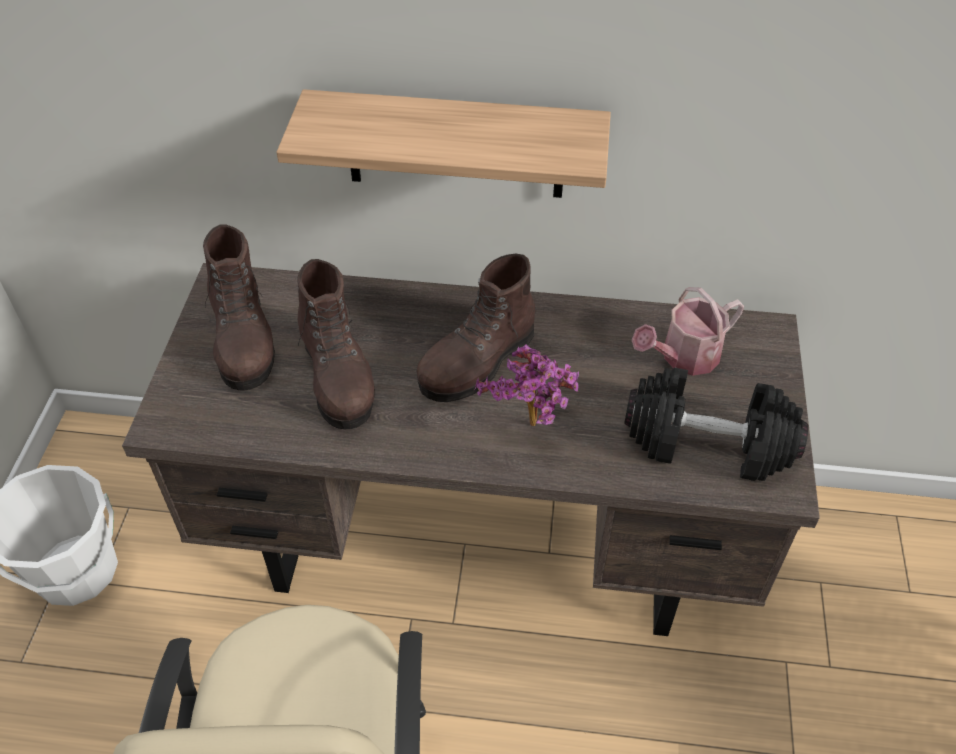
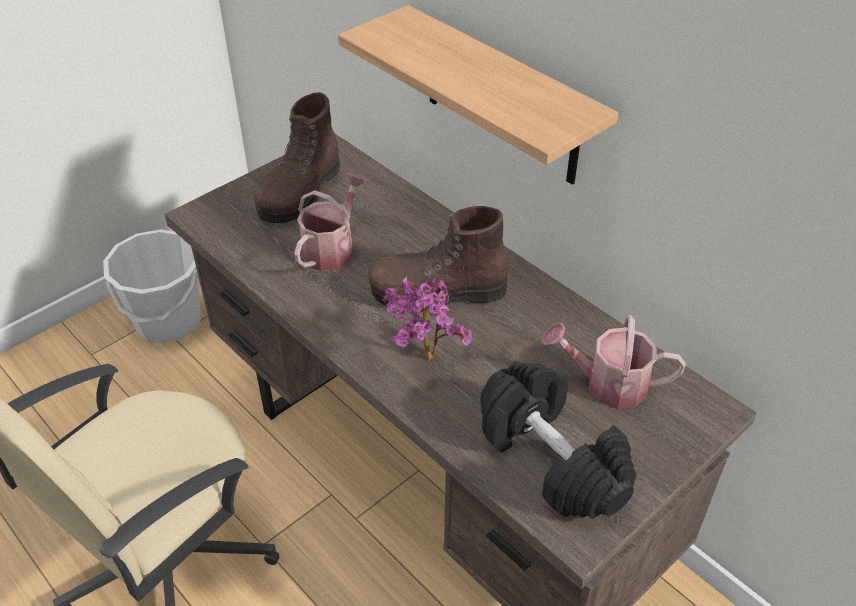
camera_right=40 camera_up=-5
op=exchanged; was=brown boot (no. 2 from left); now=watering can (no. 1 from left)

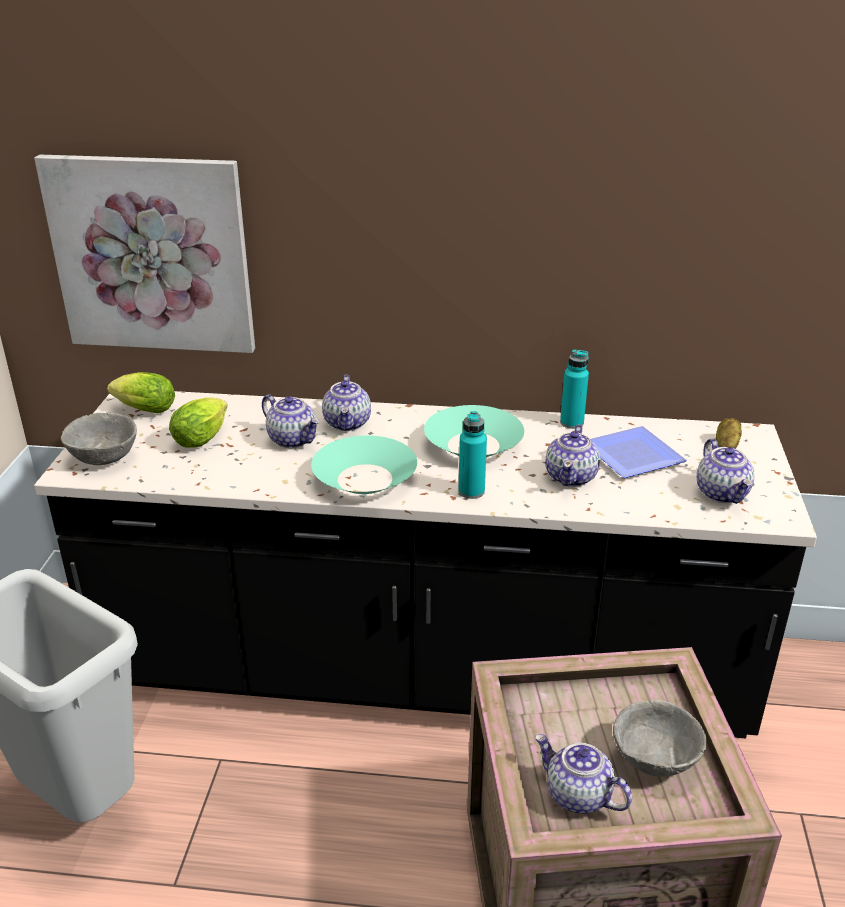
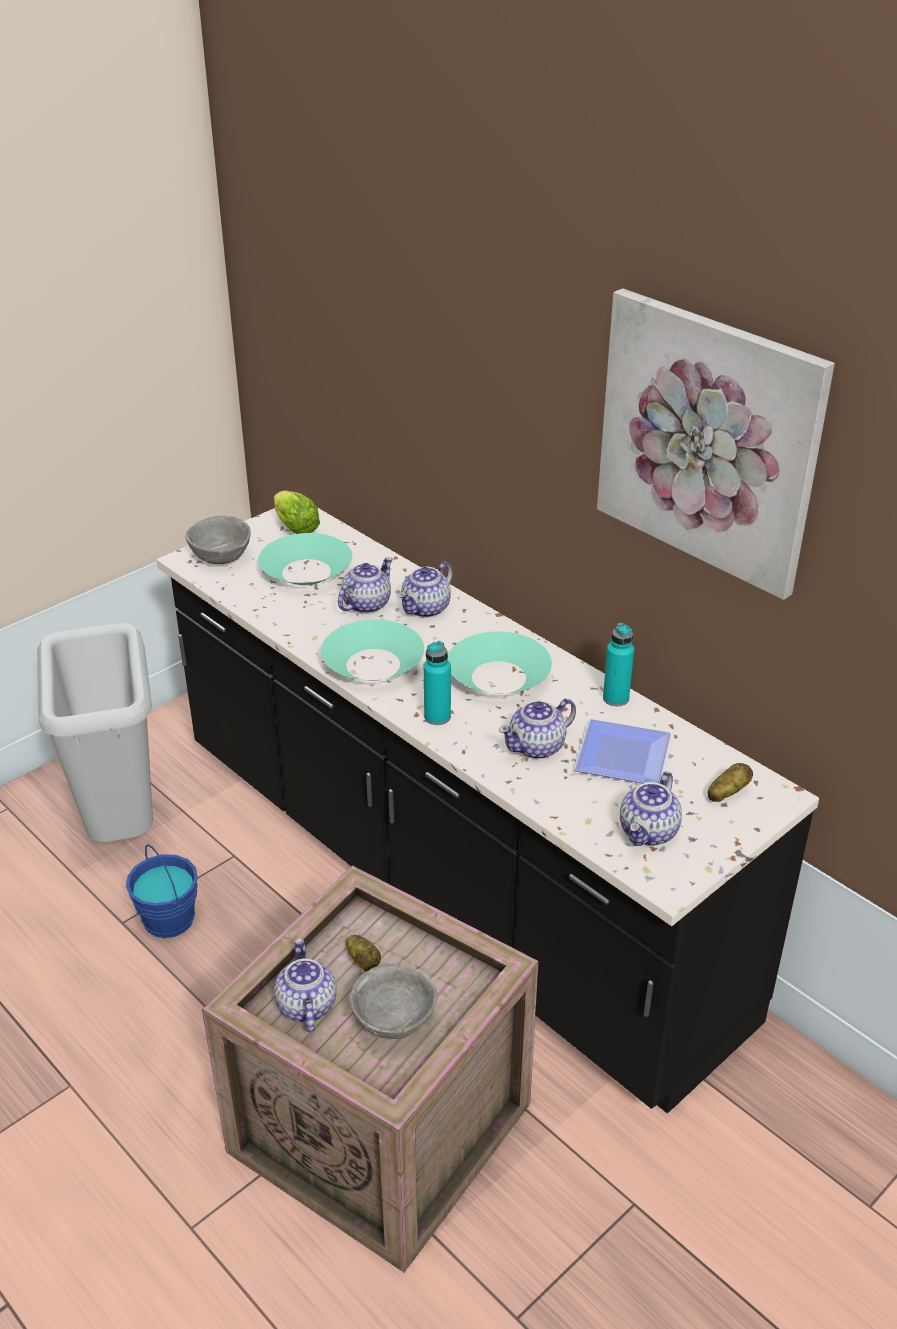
camera_right=40 camera_up=5
op=relocated; was=picture
op=exchanged; was=lettuce (no. 2 from left); now=turquoise bowl (no. 1 from left)
op=spun; was=teapot (no. 1 from left in the first image); clockwise=-135
op=appeared; now=blue bucket
op=appeared; now=potato (no. 1 from left)

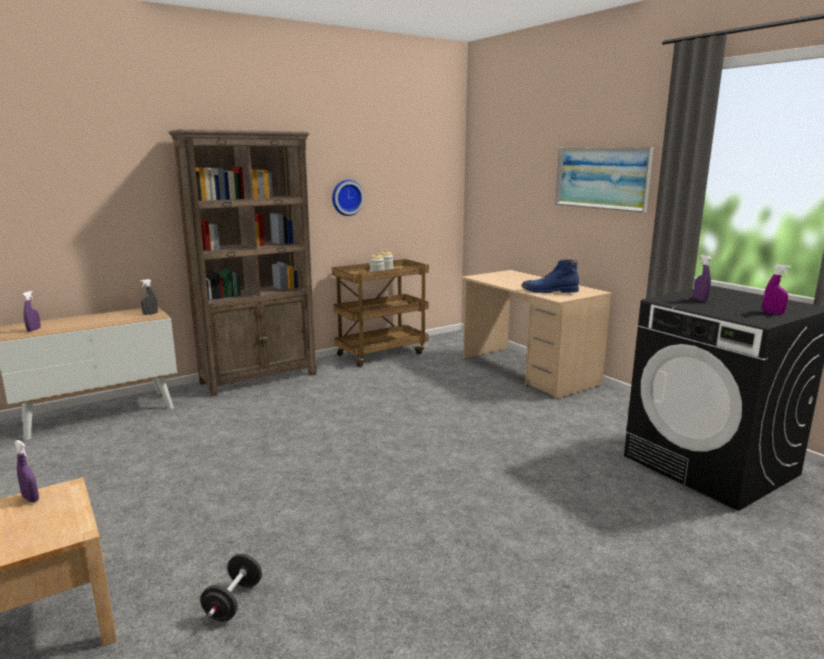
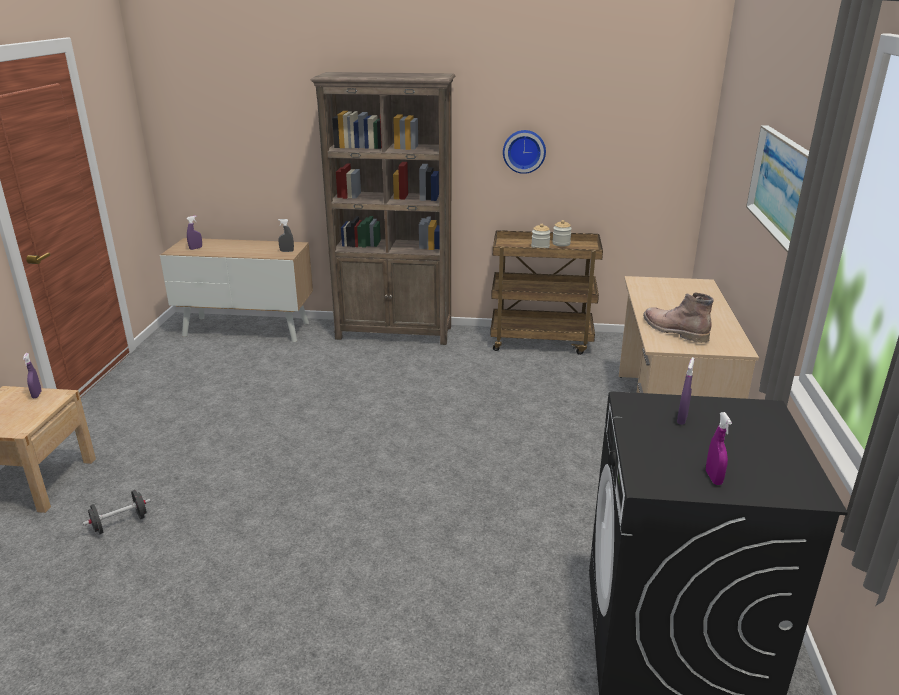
camera_right=40 camera_up=10
op=colour; was=blue boot; now=brown boot

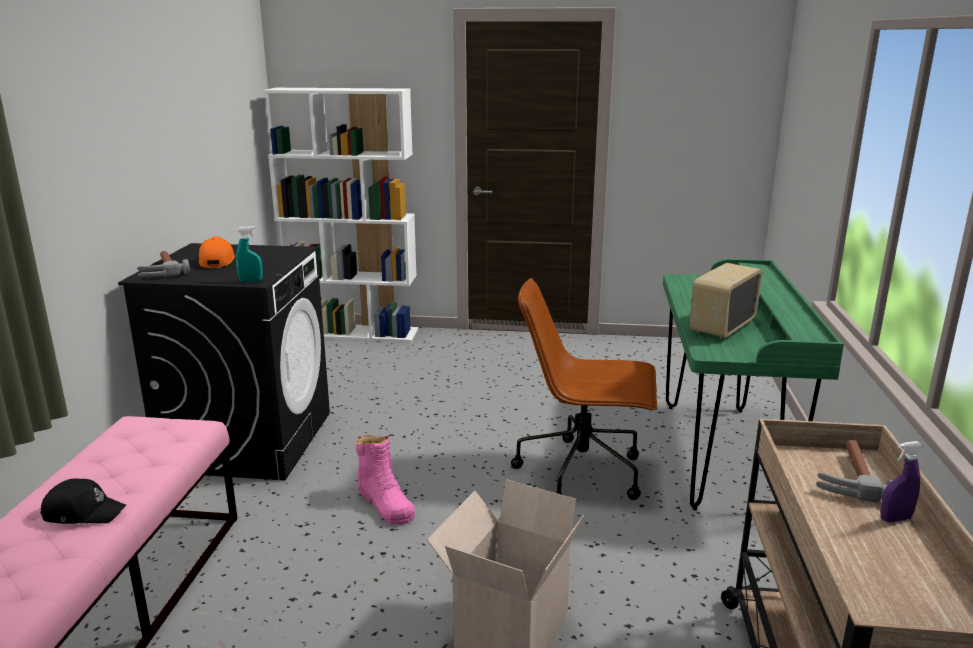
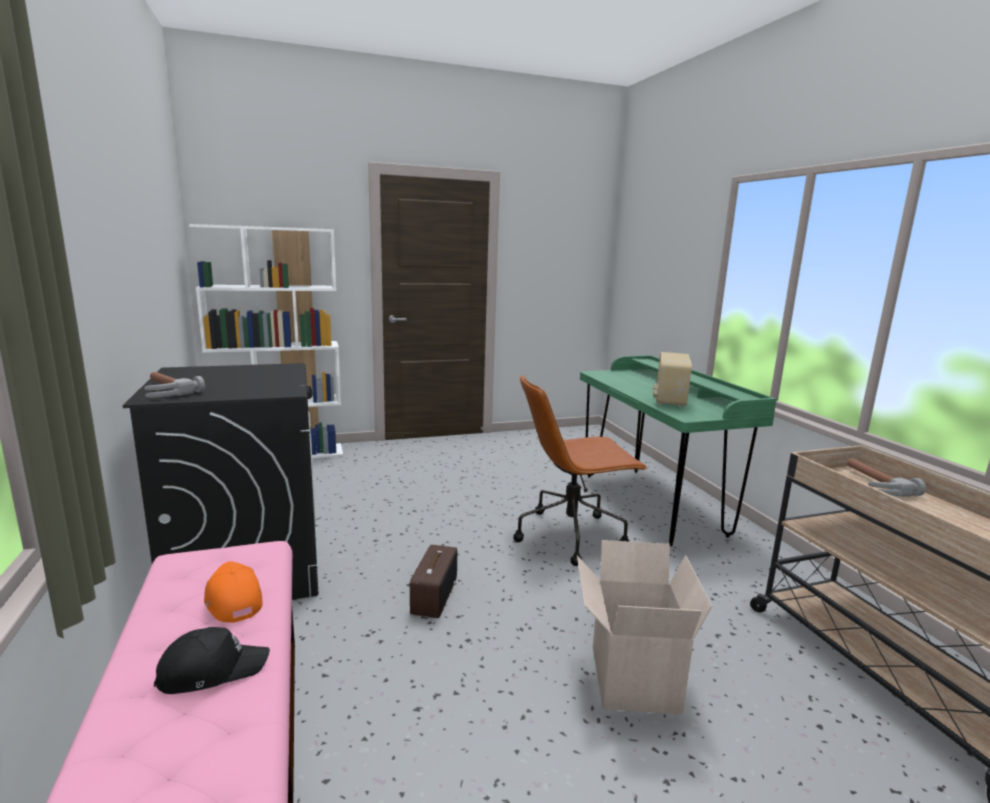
camera_right=-25 camera_up=-5
op=relocated; was=orange cap
op=missing; was=turquoise spray bottle
op=exchanged; was=pink boot; now=radio (no. 1 from left)
op=missing; was=purple spray bottle

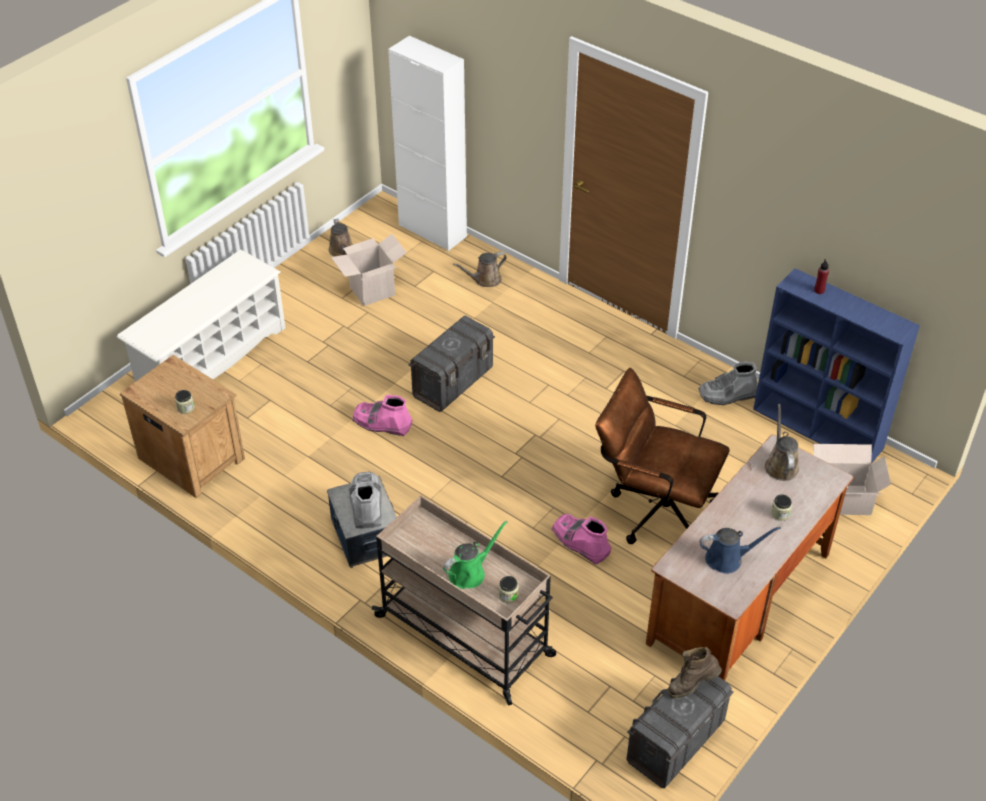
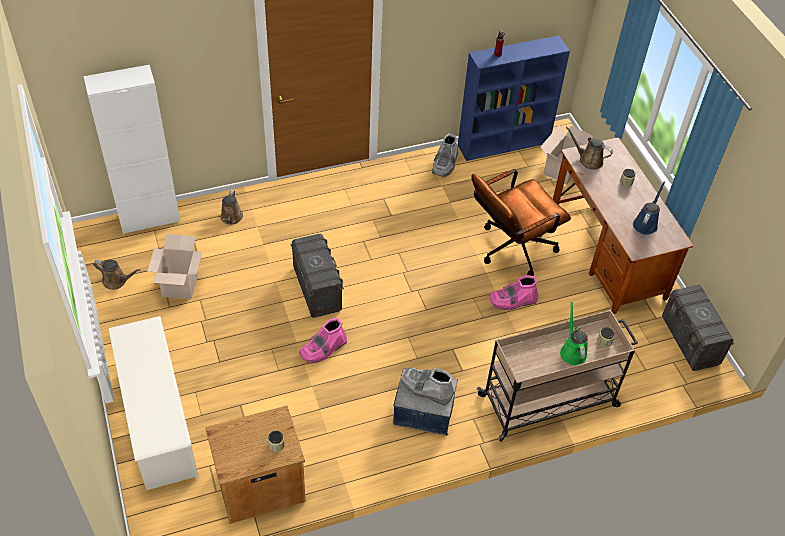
camera_right=-60 camera_up=5
op=missing; was=brown boot

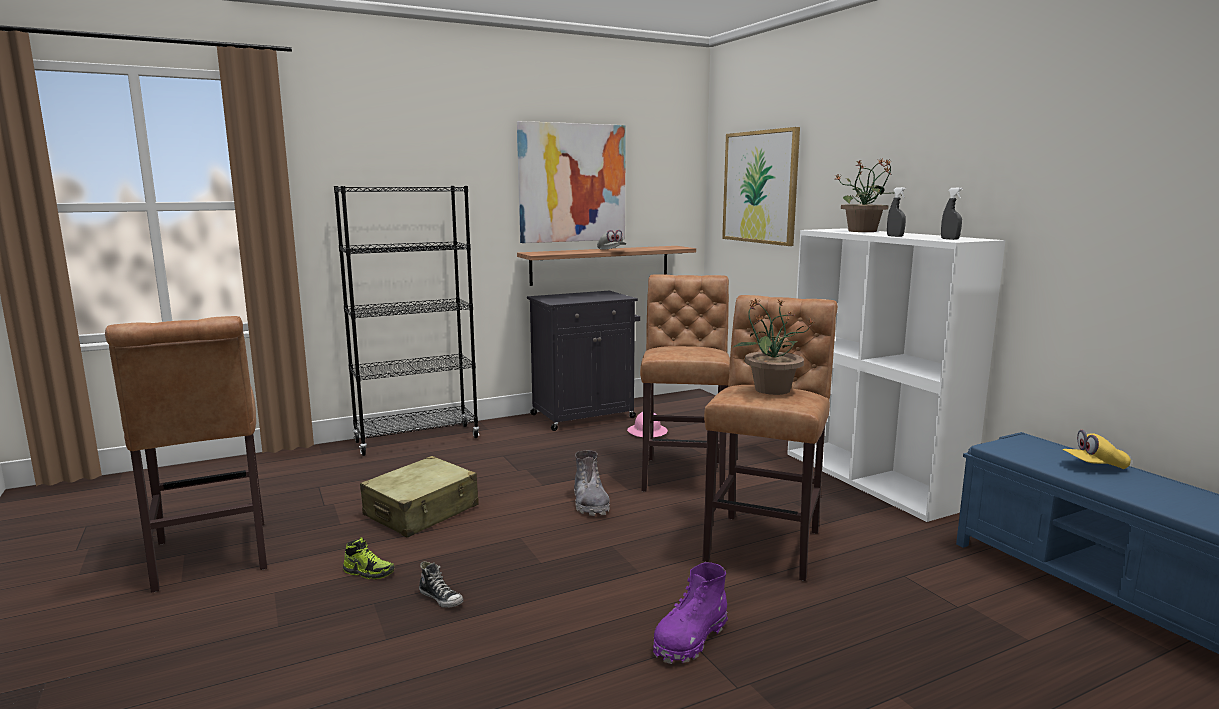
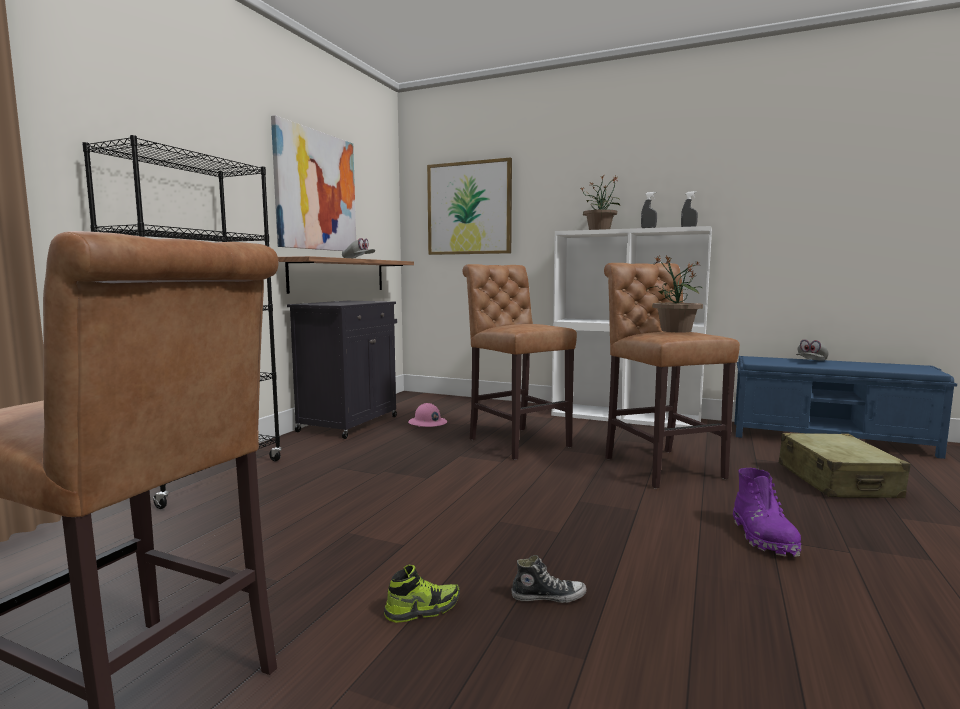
camera_right=-40 camera_up=-5
op=relocated; was=beige suitcase
op=missing; was=grey boot
op=colour; was=yellow cap; now=grey cap (no. 2 from left)

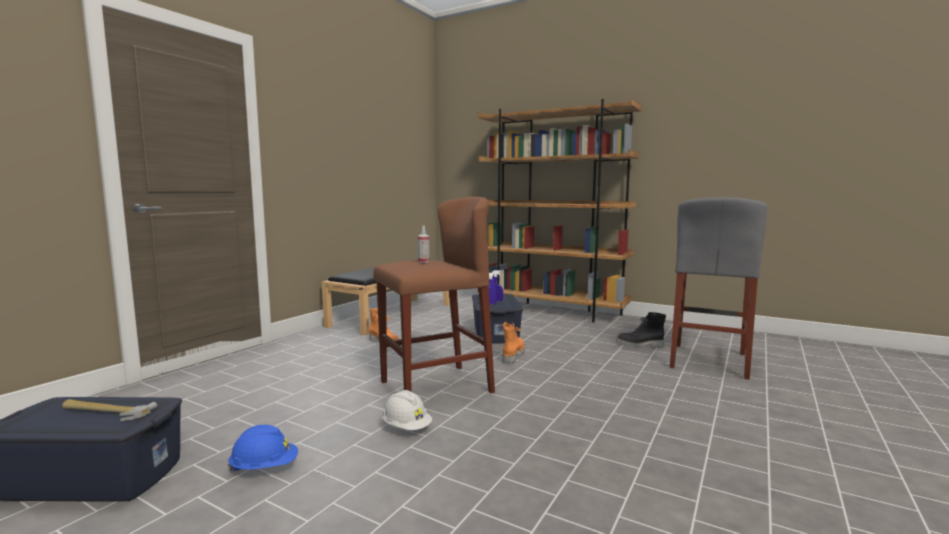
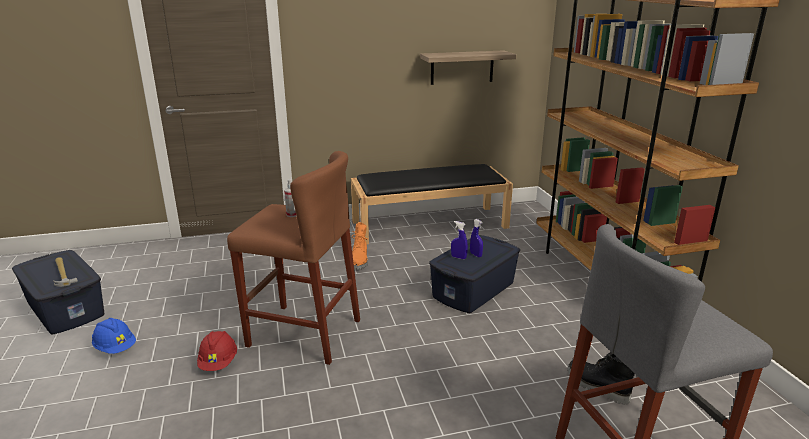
camera_right=45 camera_up=15
op=colour; was=white hard hat; now=red hard hat
op=missing; was=orange boot (no. 2 from left)
op=appeared; now=shelf

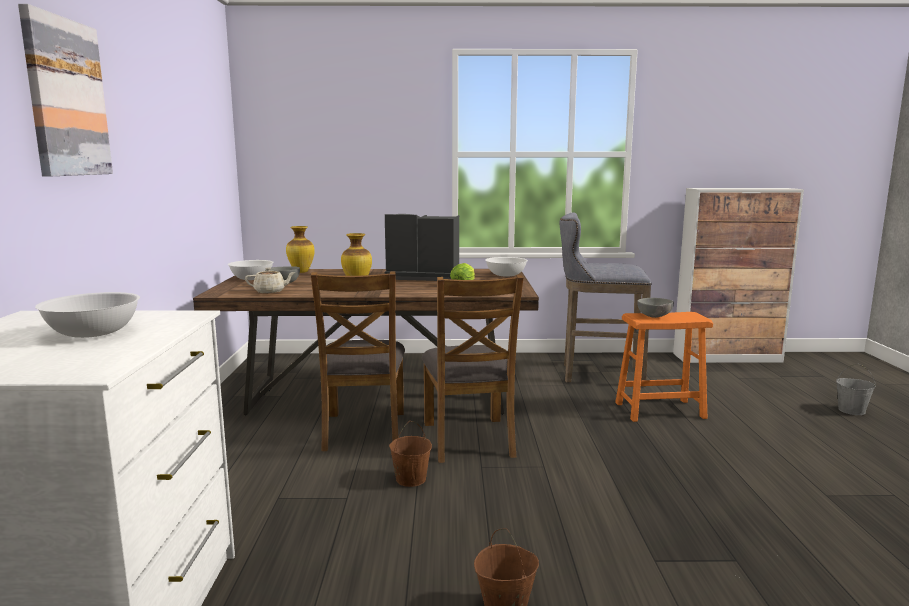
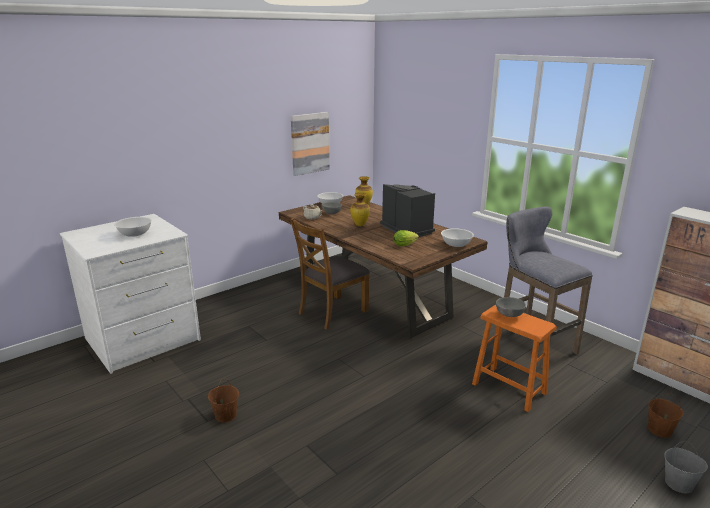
camera_right=50 camera_up=10
op=relocated; was=picture
op=relocated; was=brown bucket (no. 1 from left in the first image); now=brown bucket (no. 2 from left)
op=missing; was=brown chair (no. 2 from left)

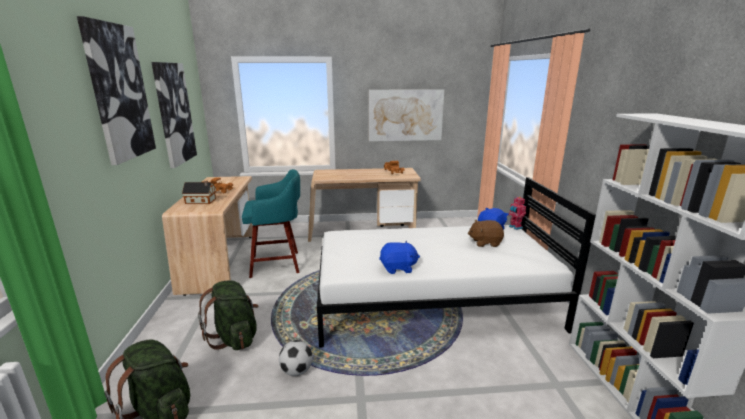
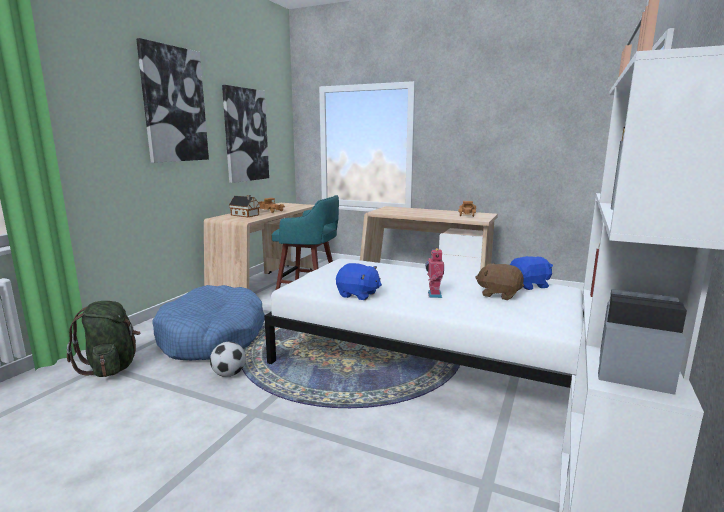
camera_right=30 camera_up=-5
op=exchanged; was=green backpack (no. 2 from left); now=blue dog bed
op=missing; was=picture (no. 3 from left)
op=relocated; was=toy robot

